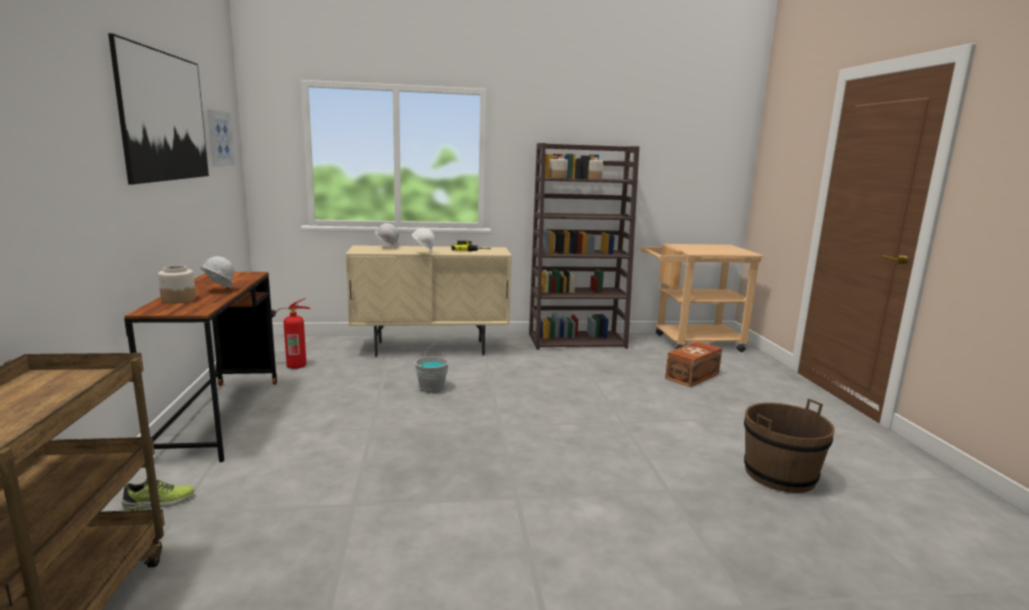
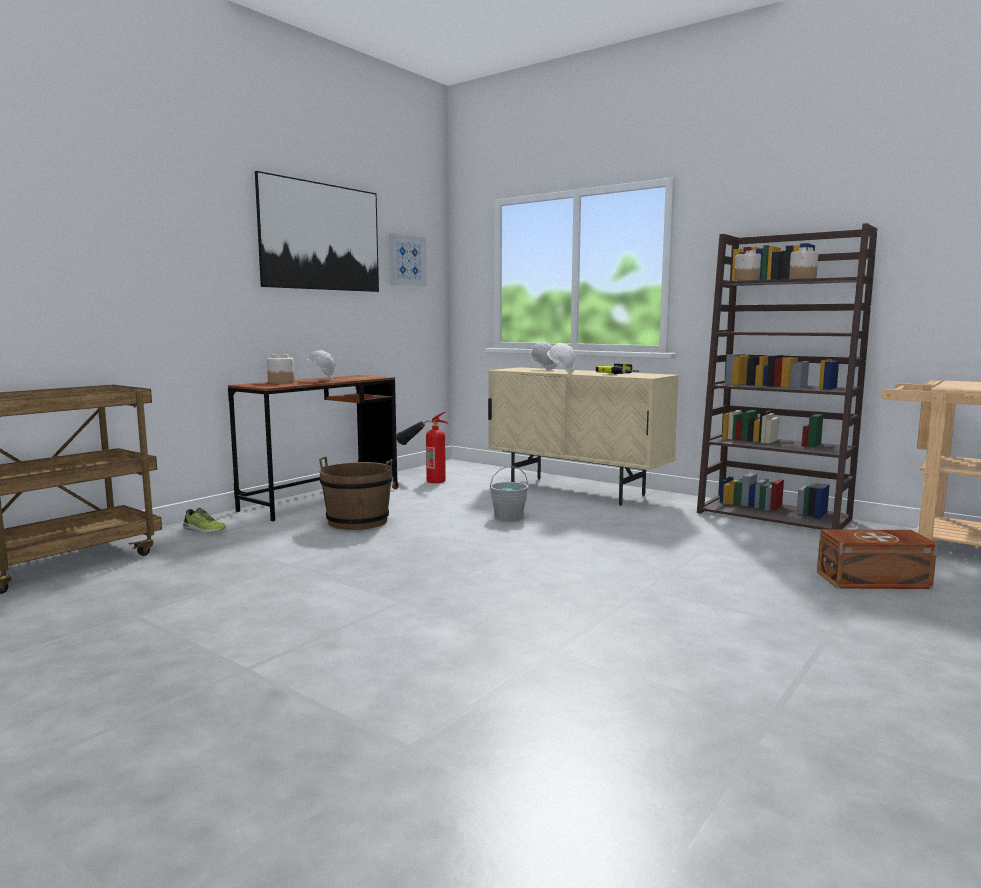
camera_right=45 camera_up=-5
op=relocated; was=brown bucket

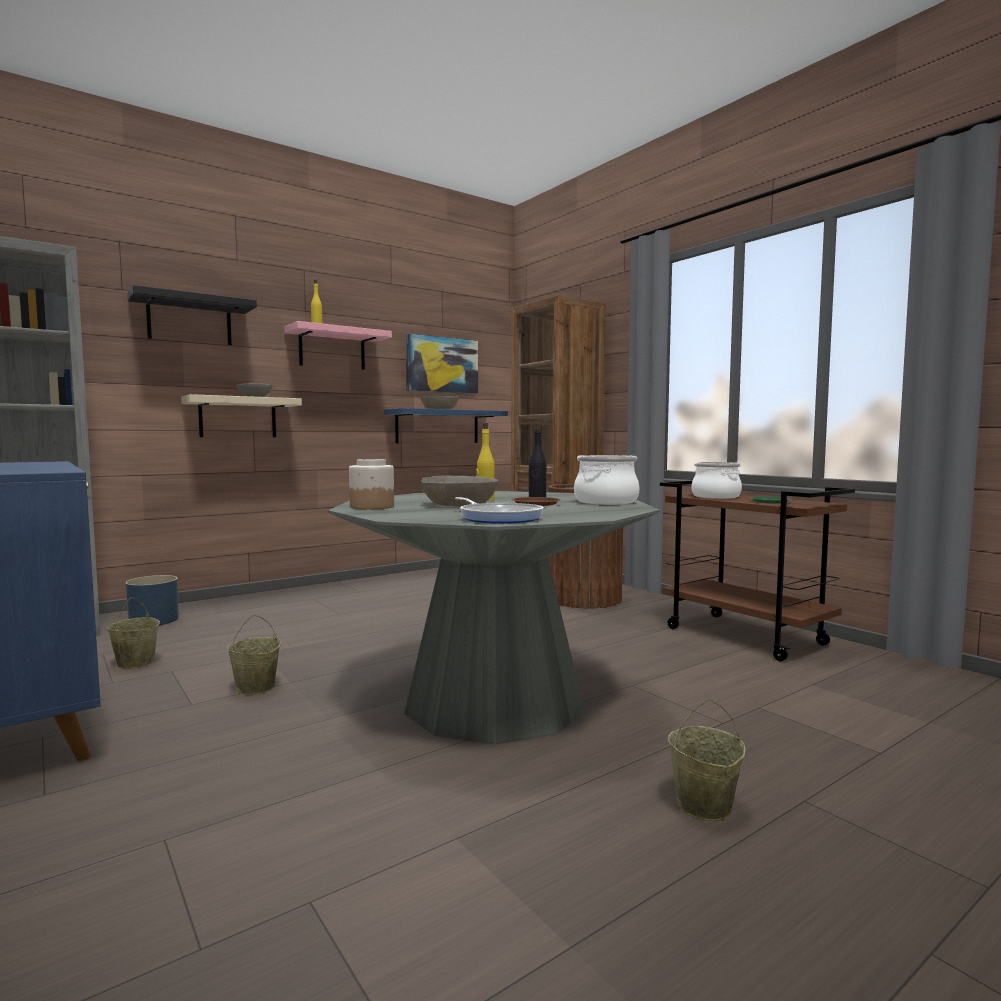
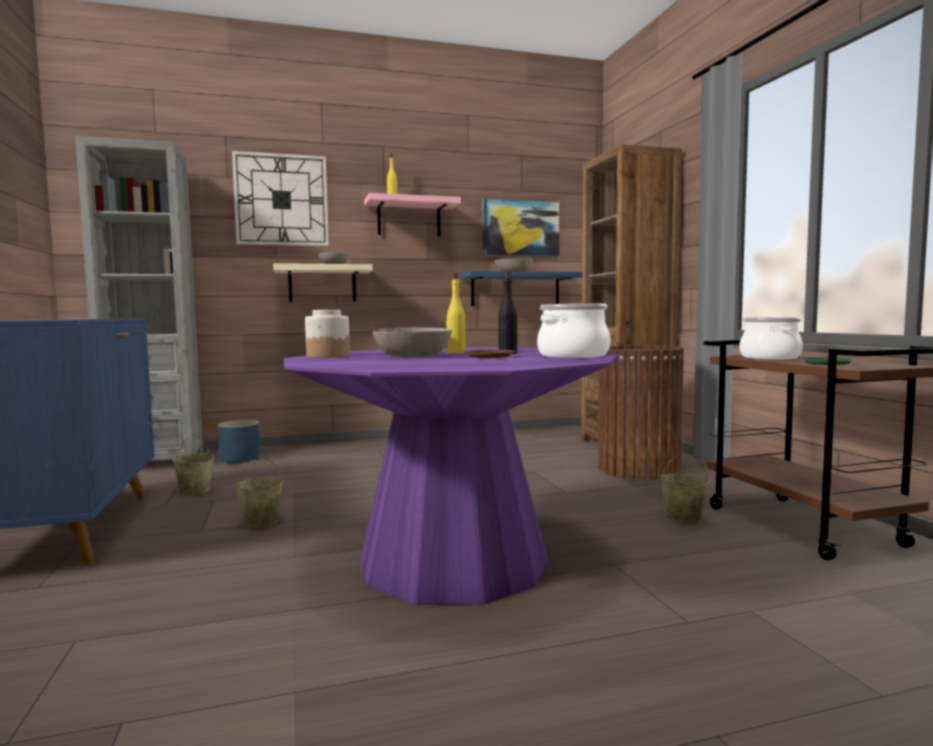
camera_right=20 camera_up=0
op=exchanged; was=black shelf; now=wall clock
op=colour; was=grey dining table; now=purple dining table
op=missing; was=frying pan
op=relocated; was=beige bucket (no. 3 from left)

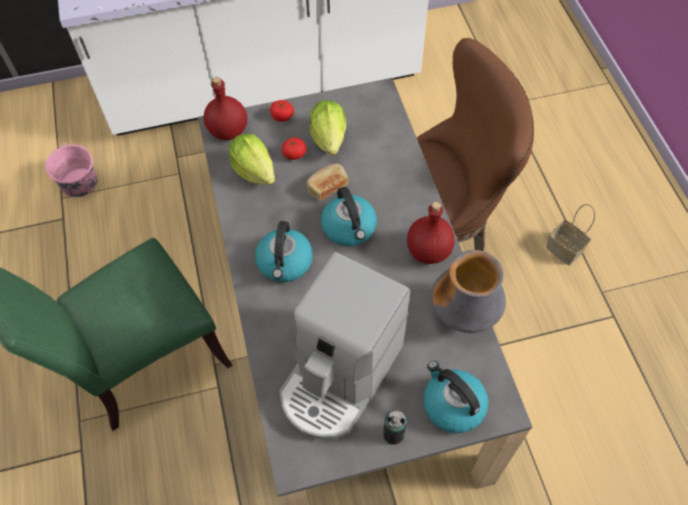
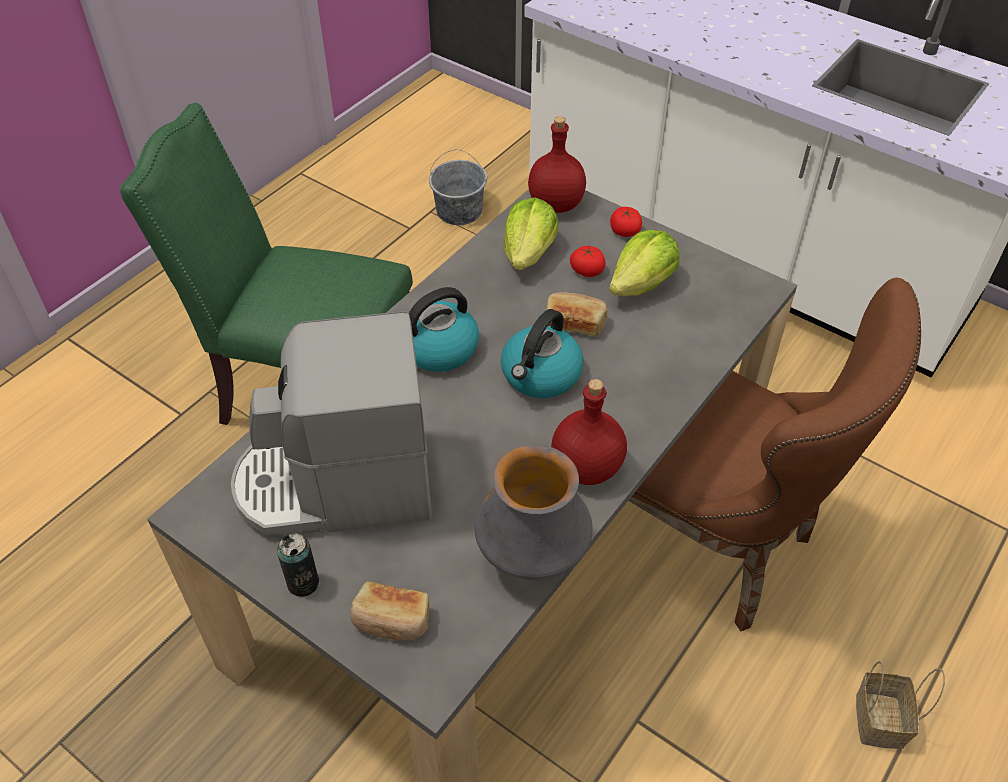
camera_right=50 camera_up=-10
op=colour; was=pink bucket; now=grey bucket
op=exchanged; was=kettle (no. 3 from left); now=bread (no. 1 from left)

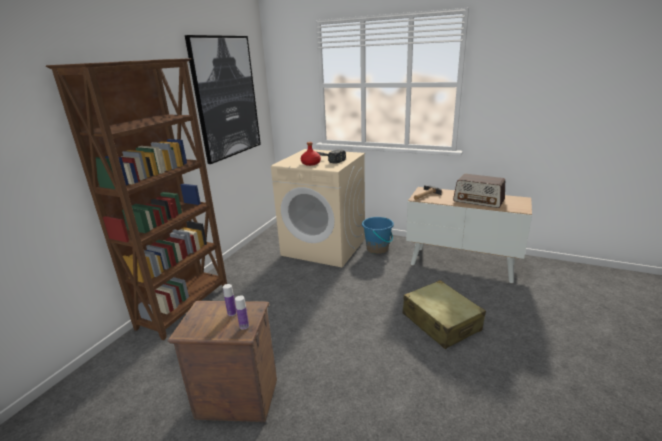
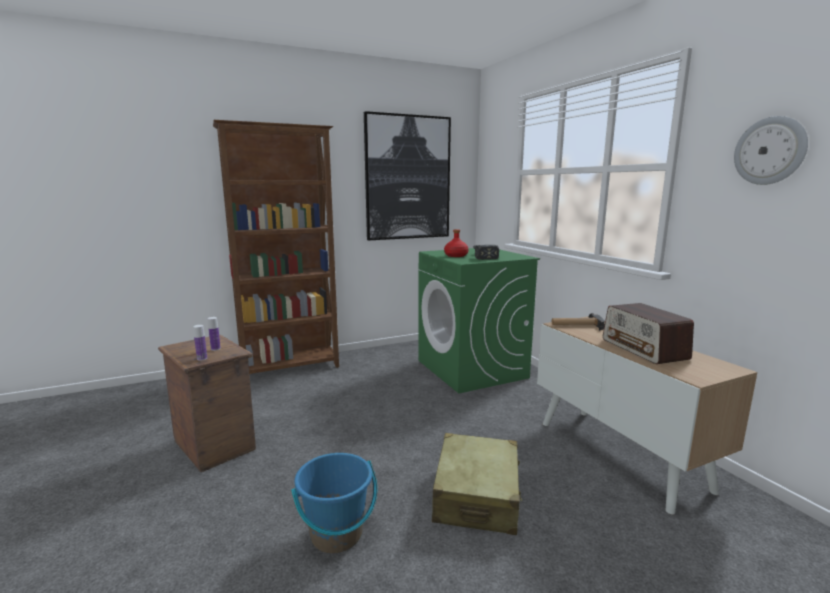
camera_right=40 camera_up=-10
op=colour; was=beige washing machine; now=green washing machine
op=relocated; was=blue bucket
op=appeared; now=wall clock

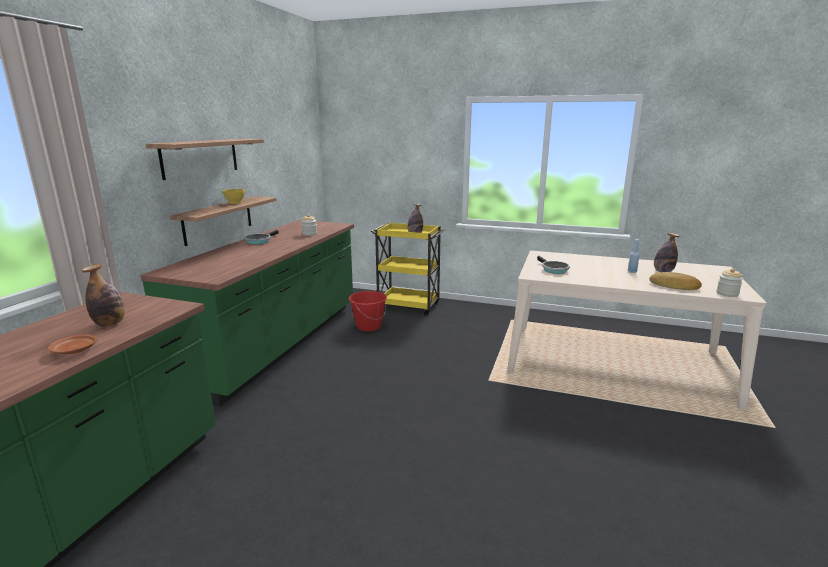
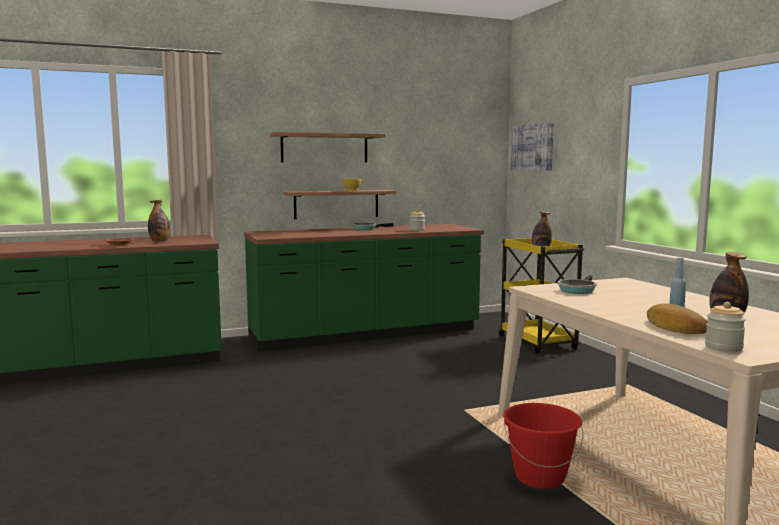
camera_right=50 camera_up=-10
op=relocated; was=red bucket
op=appeared; now=picture

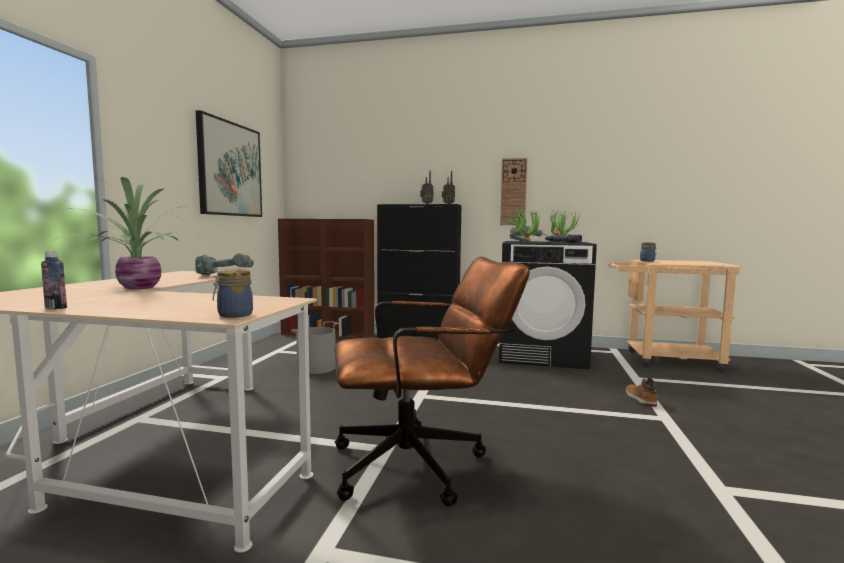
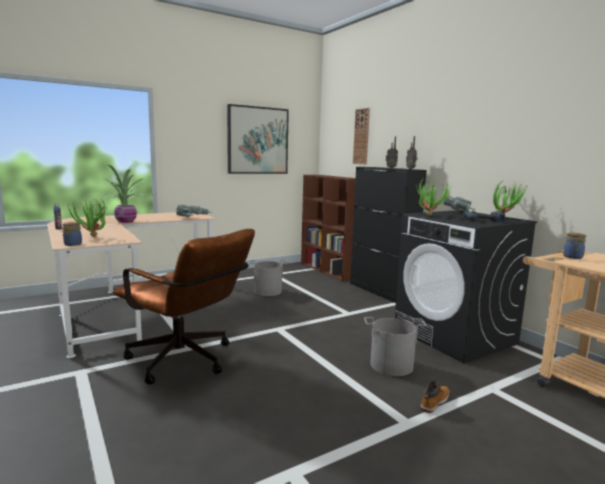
camera_right=45 camera_up=5
op=relocated; was=wall clock
op=appeared; now=potted plant (no. 1 from left)
op=appeared; now=grey bucket (no. 2 from left)

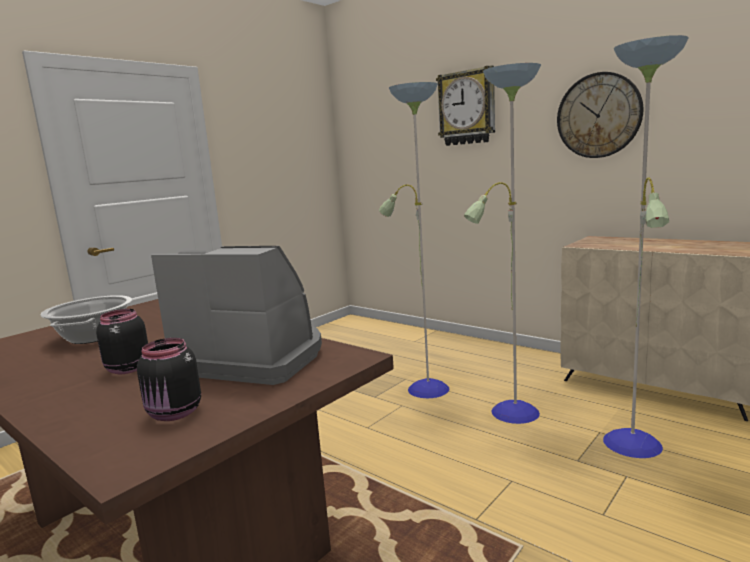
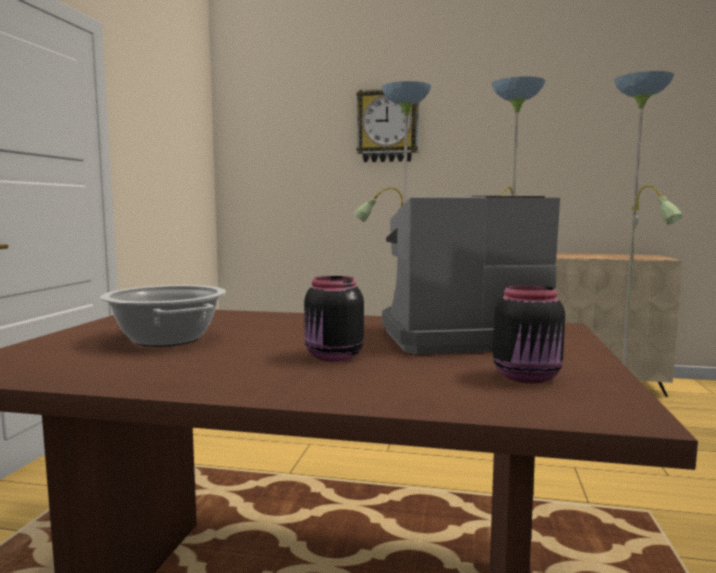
camera_right=-30 camera_up=-5
op=missing; was=wall clock (no. 2 from left)

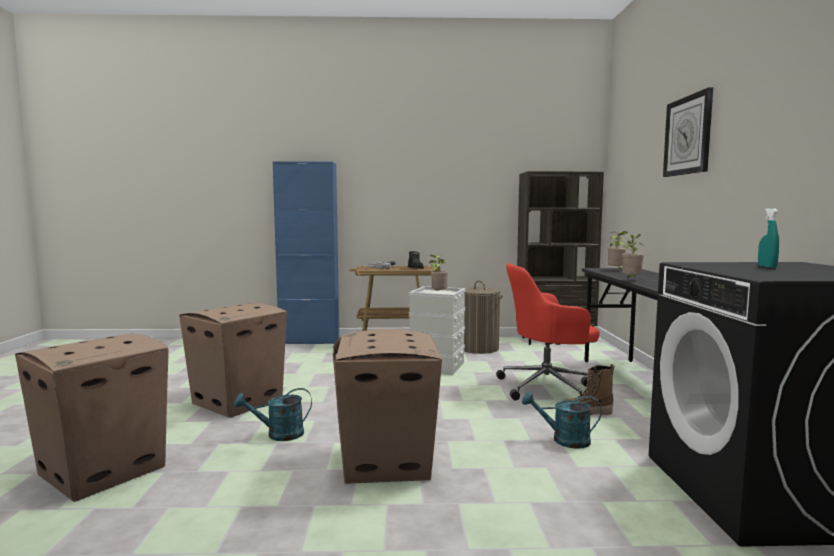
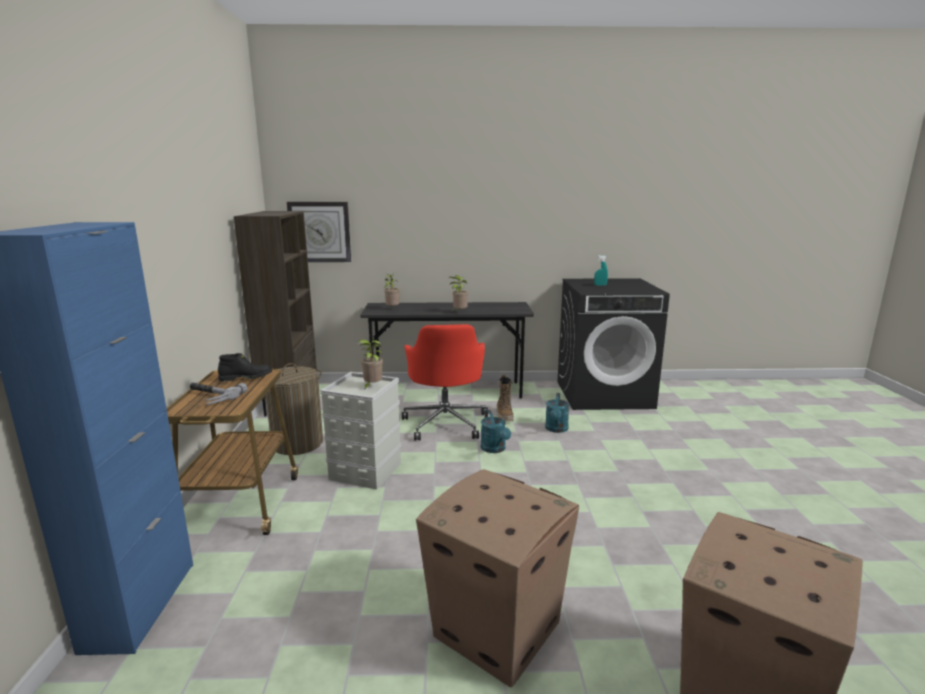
camera_right=-90 camera_up=10
op=relocated; was=turquoise watering can (no. 1 from left)
op=missing; was=cardboard box (no. 3 from left)
op=relocated; was=wall clock

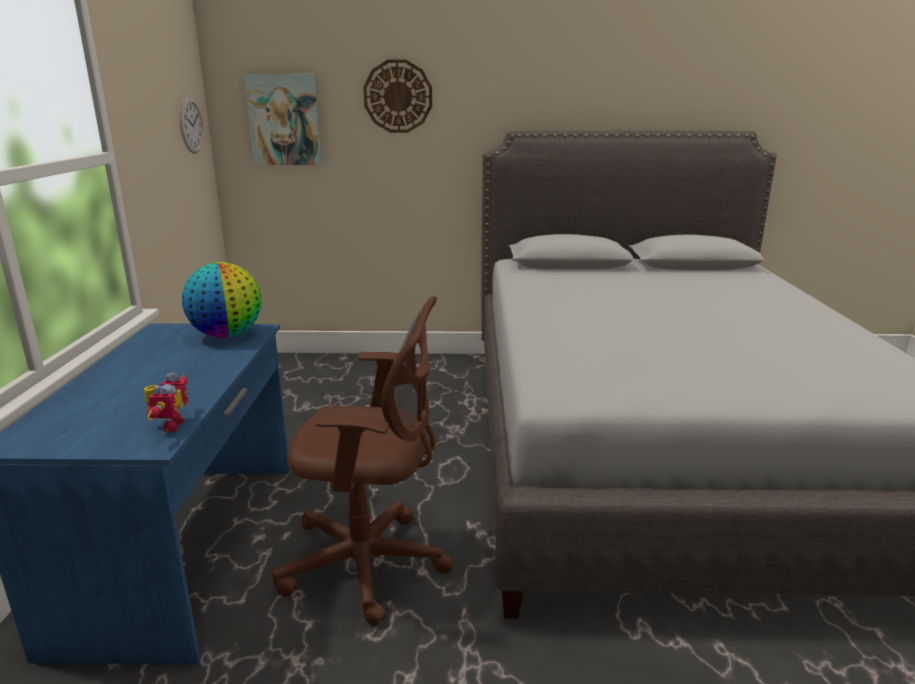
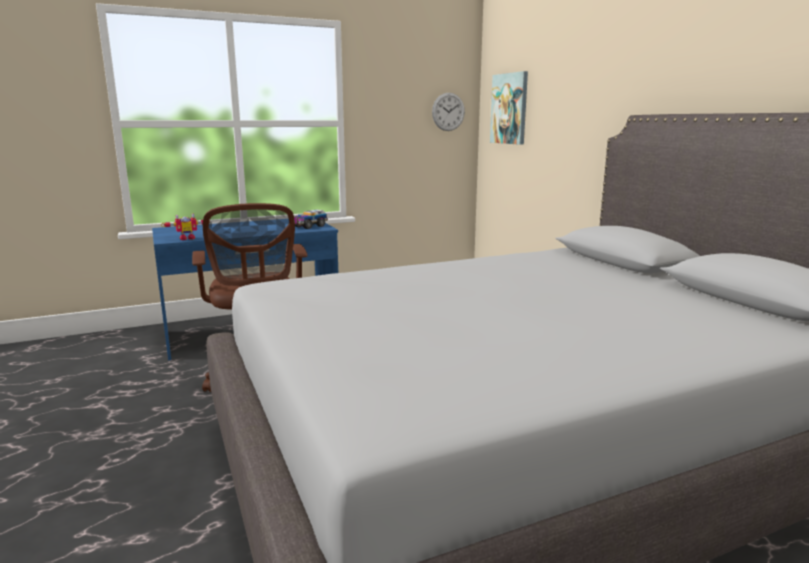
camera_right=65 camera_up=-5
op=exchanged; was=globe; now=toy truck
op=missing; was=wall clock (no. 2 from left)

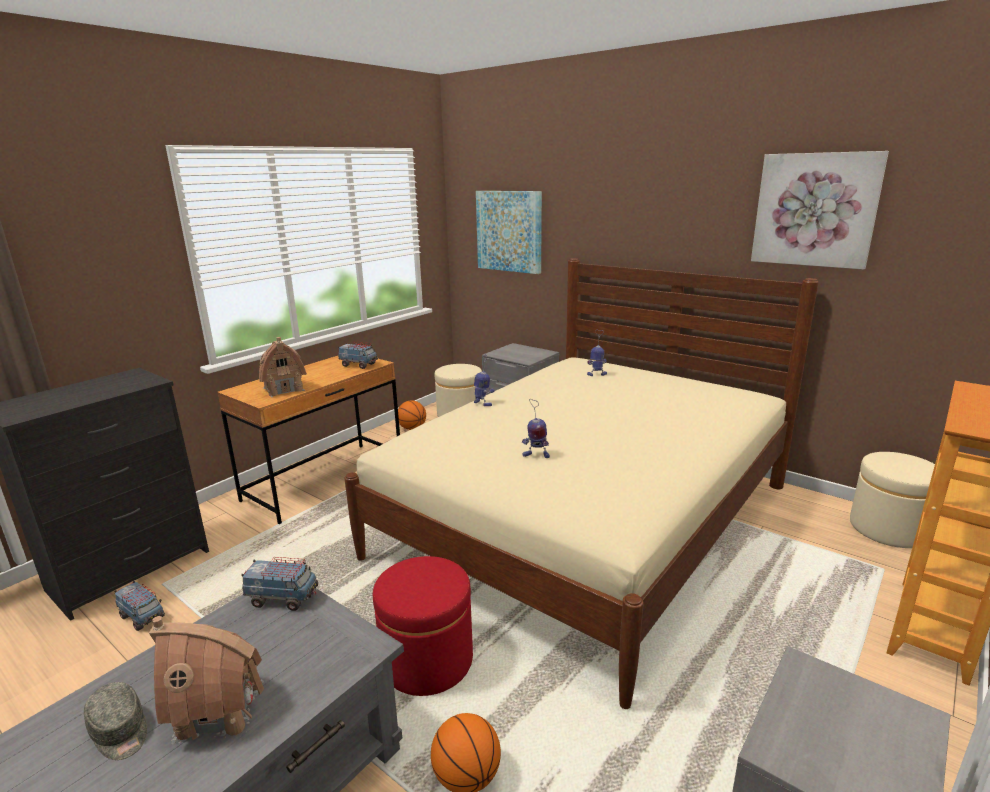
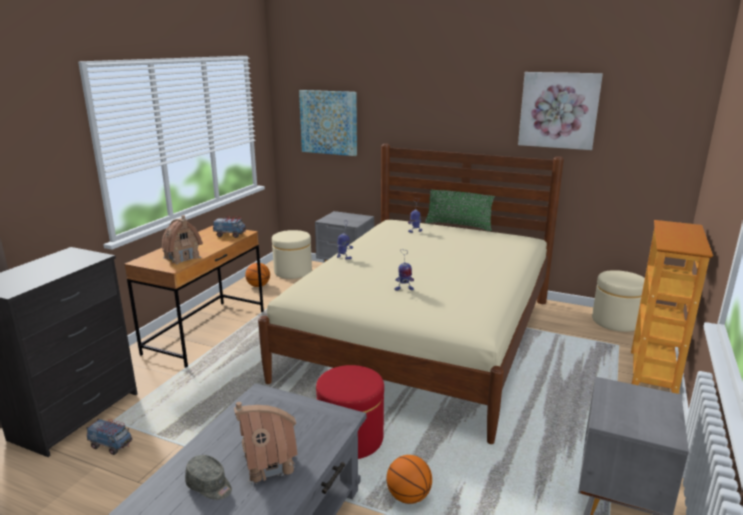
camera_right=-15 camera_up=0
op=missing; was=toy truck (no. 2 from left)
op=appeared; now=green pillow

